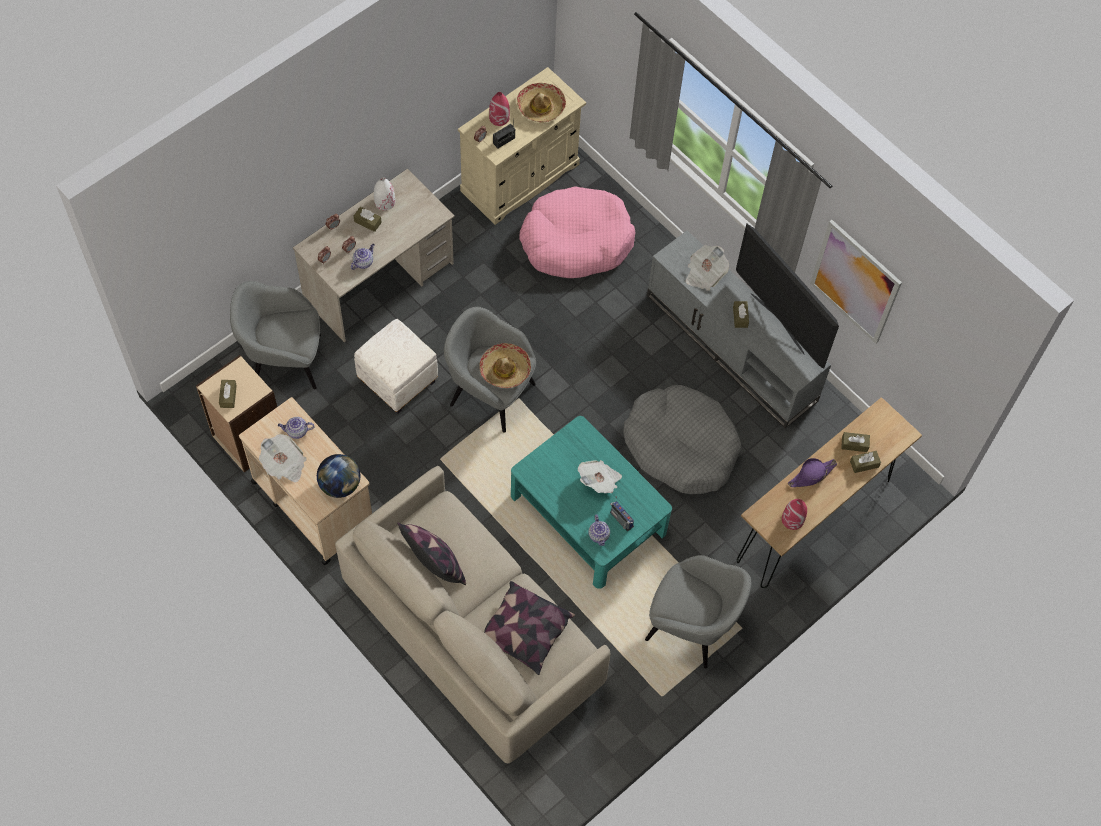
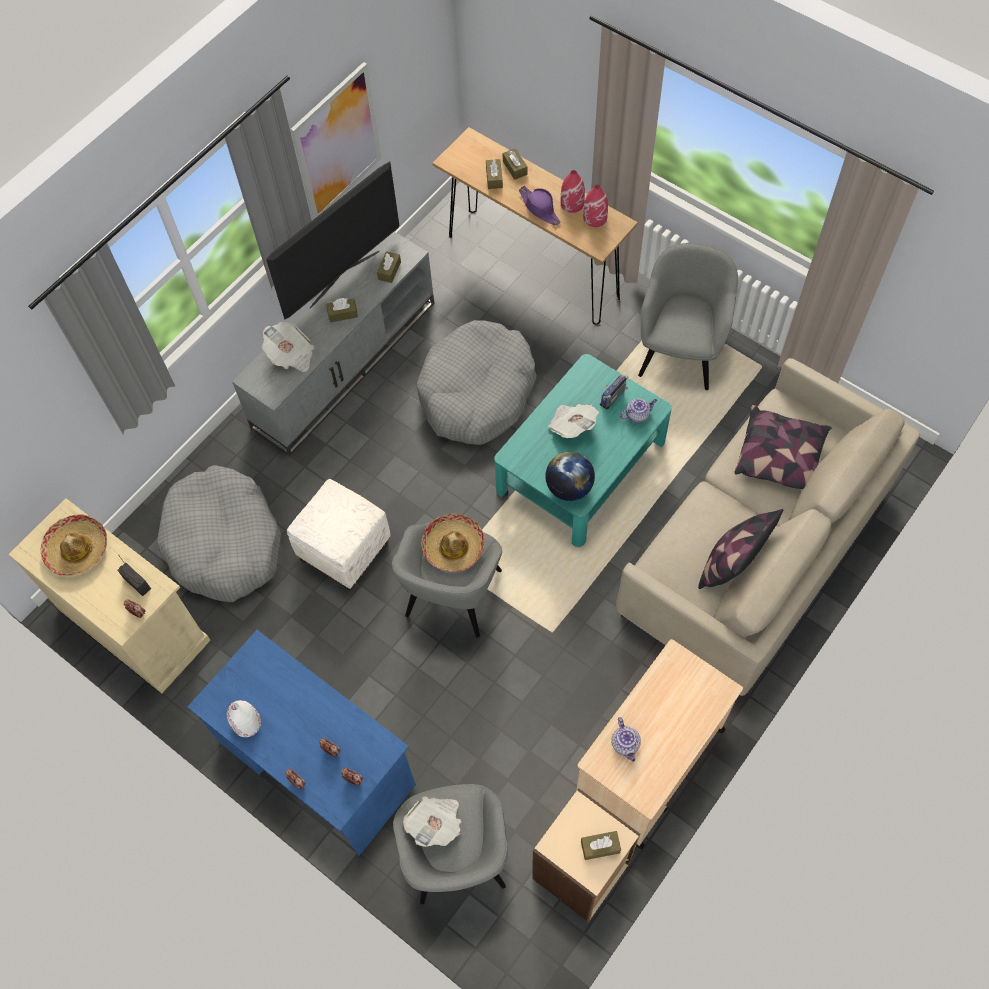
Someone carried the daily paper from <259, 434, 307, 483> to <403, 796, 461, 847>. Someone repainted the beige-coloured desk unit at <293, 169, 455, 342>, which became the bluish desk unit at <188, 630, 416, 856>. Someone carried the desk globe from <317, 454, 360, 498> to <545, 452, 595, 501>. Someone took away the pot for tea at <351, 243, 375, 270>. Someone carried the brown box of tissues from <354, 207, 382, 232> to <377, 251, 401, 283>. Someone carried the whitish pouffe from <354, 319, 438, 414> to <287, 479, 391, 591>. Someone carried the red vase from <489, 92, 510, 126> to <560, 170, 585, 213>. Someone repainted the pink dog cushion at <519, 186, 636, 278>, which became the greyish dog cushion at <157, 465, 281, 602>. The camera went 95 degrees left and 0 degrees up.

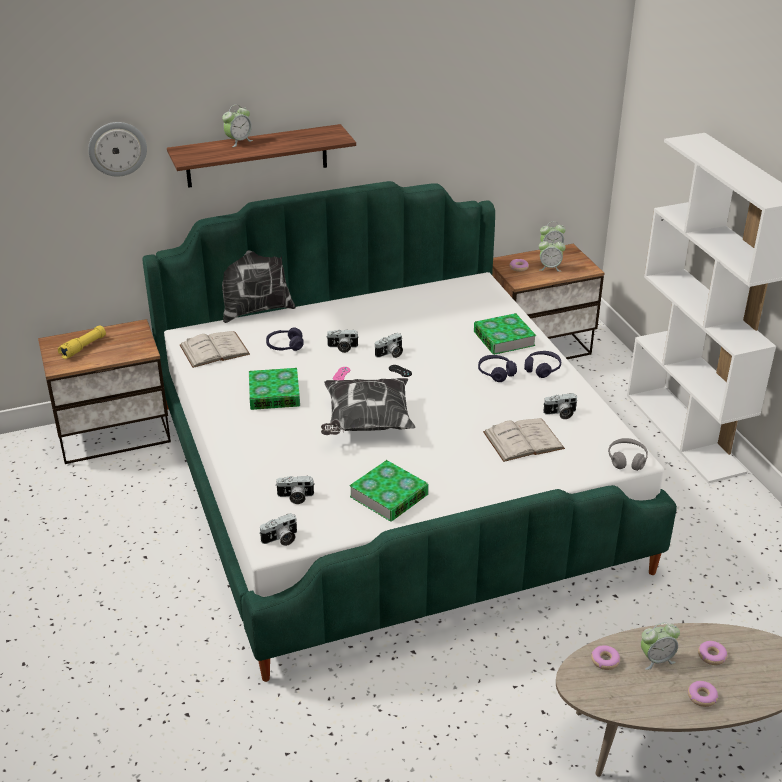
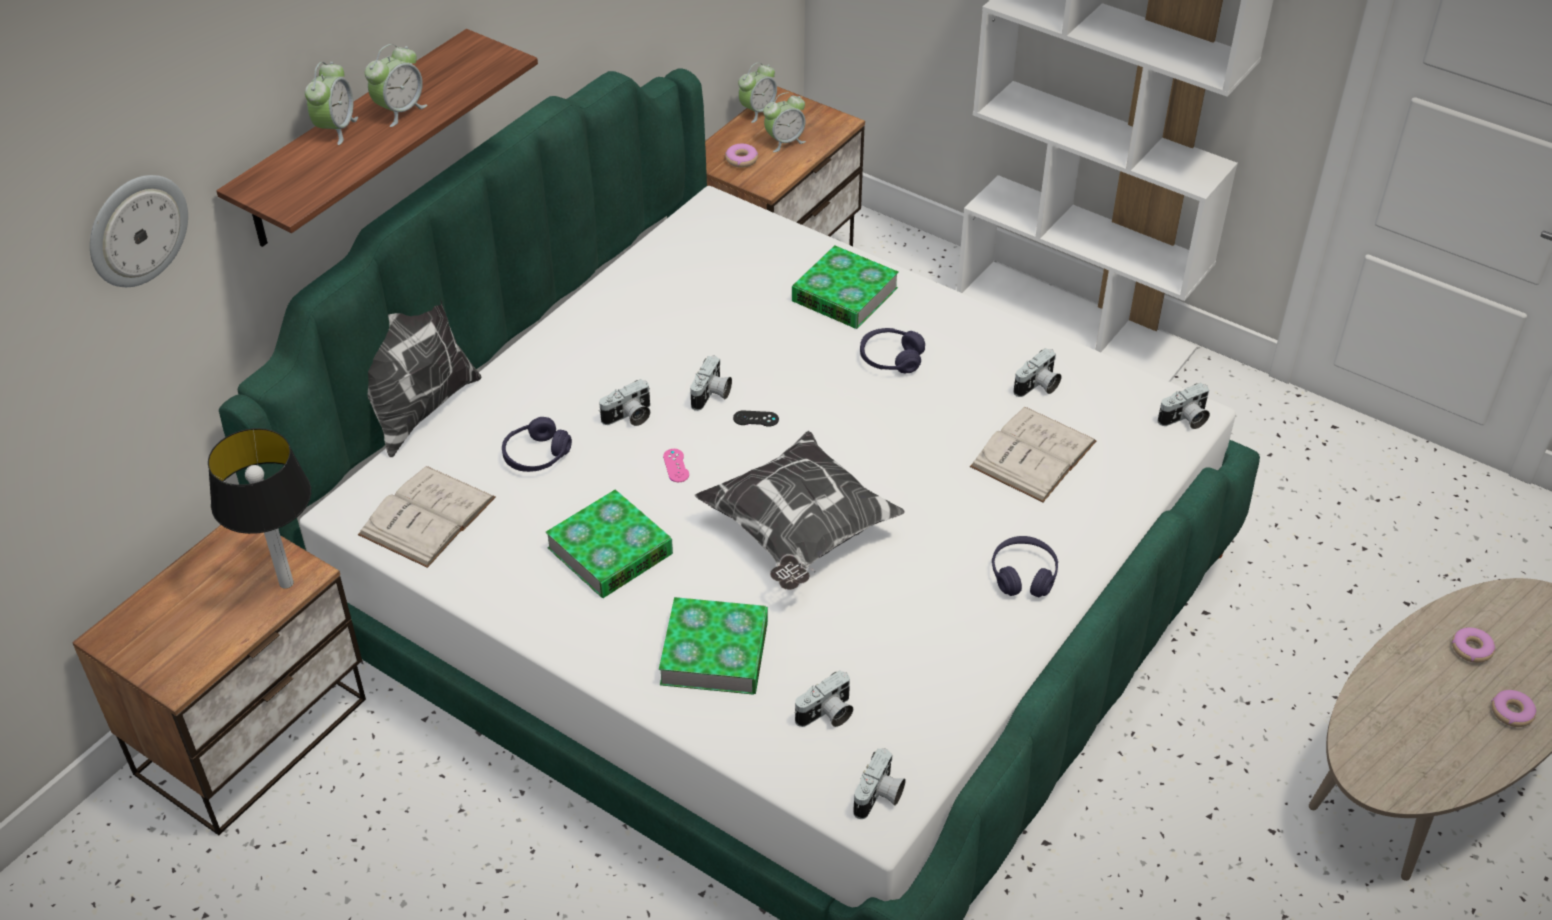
Someone took away the yellow hand torch at <58, 326, 106, 359>. Someone carried the volume from <349, 460, 429, 522> to <659, 597, 768, 695>. Someone carried the purple headphones from <524, 351, 561, 378> to <992, 536, 1058, 598>. Someone took away the donut at <591, 645, 620, 670>. Someone swapped the greyish headphones at <608, 438, 648, 471> for the still camera at <1157, 383, 1210, 429>. Someone carried the bedside clock from <641, 622, 680, 670> to <365, 44, 427, 127>. Someone put down the lamp for a table at <208, 428, 311, 589>. The camera went 35 degrees left and 10 degrees up.

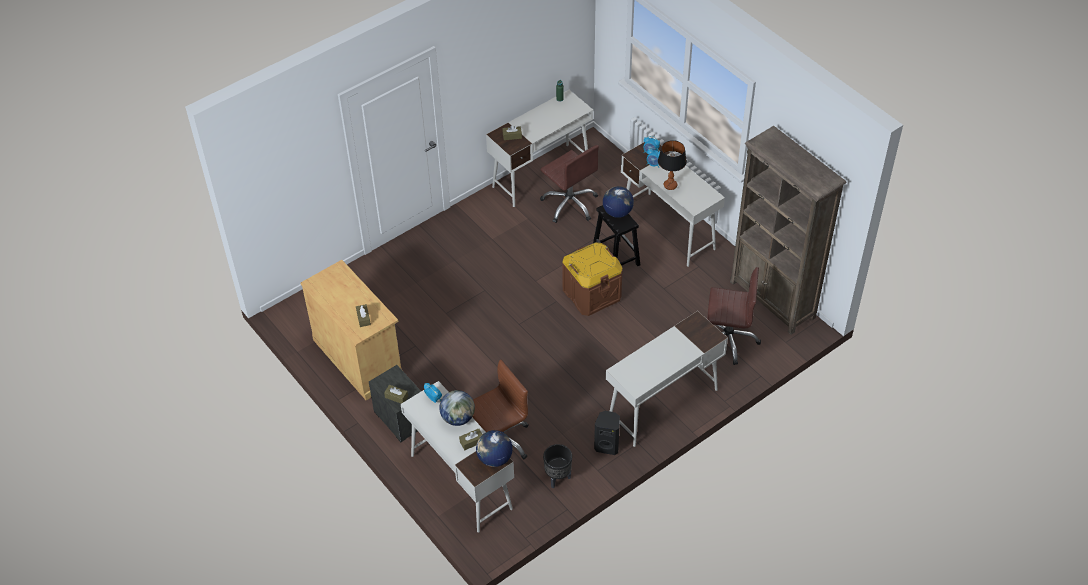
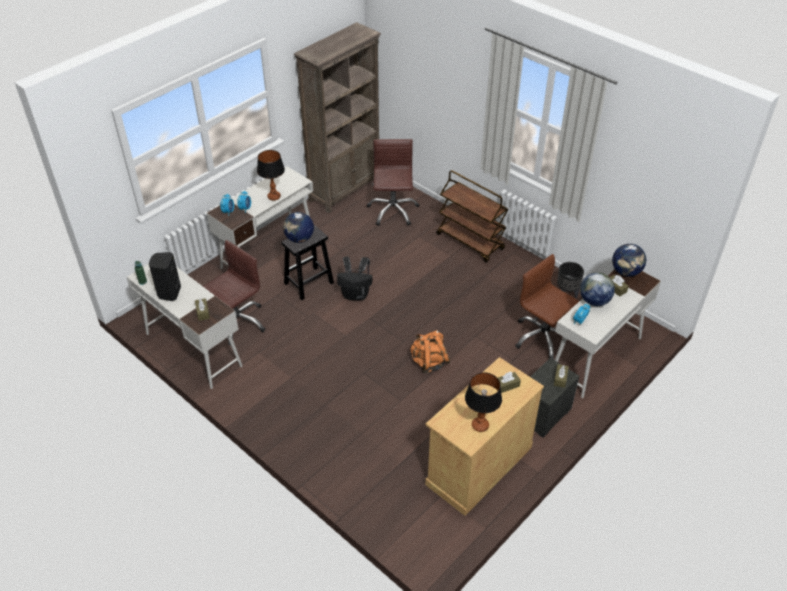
Someone swapped the brown storage bin at <562, 242, 623, 316> for the black rucksack at <337, 257, 373, 300>. Someone carried the black speaker from <594, 411, 620, 455> to <149, 252, 181, 301>. Someone swapped the whitish desk unit at <606, 311, 728, 447> for the brown trolley at <436, 170, 509, 262>. Someone put down the orange rucksack at <410, 330, 450, 373>. Someone put down the lamp for a table at <465, 372, 502, 432>. The camera went 100 degrees left and 5 degrees down.

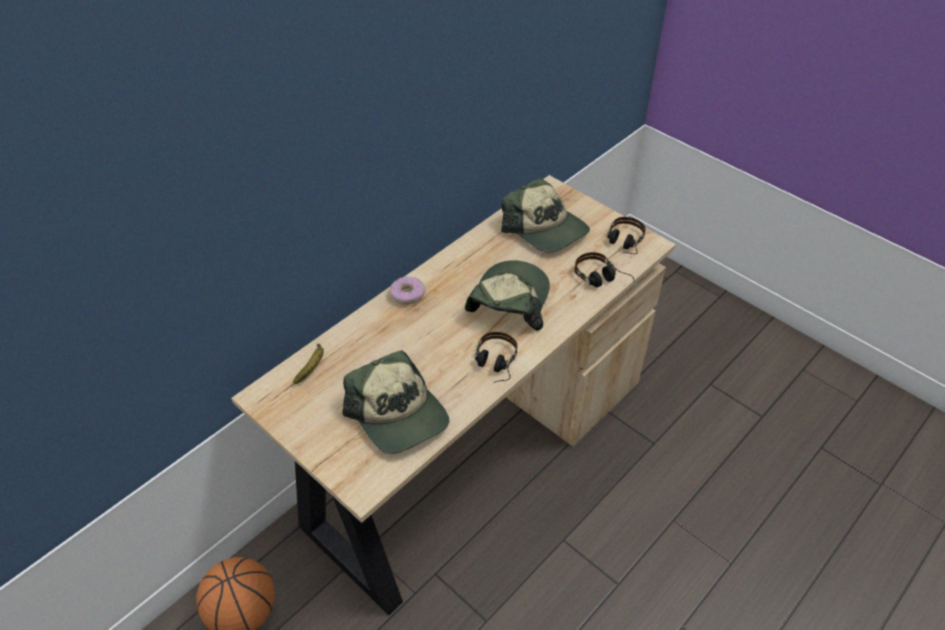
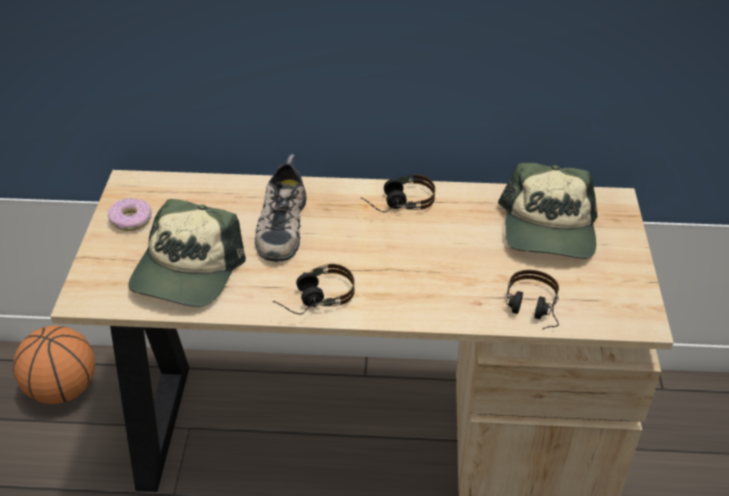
Someone took away the banana at <293, 344, 324, 384>. Someone carried the donut from <390, 277, 425, 304> to <108, 198, 152, 231>. Someone took away the cap at <465, 260, 550, 331>. Someone carried the headphones from <607, 217, 646, 254> to <361, 174, 435, 212>. Someone put down the item of footwear at <255, 154, 306, 262>. The camera went 50 degrees right and 5 degrees down.

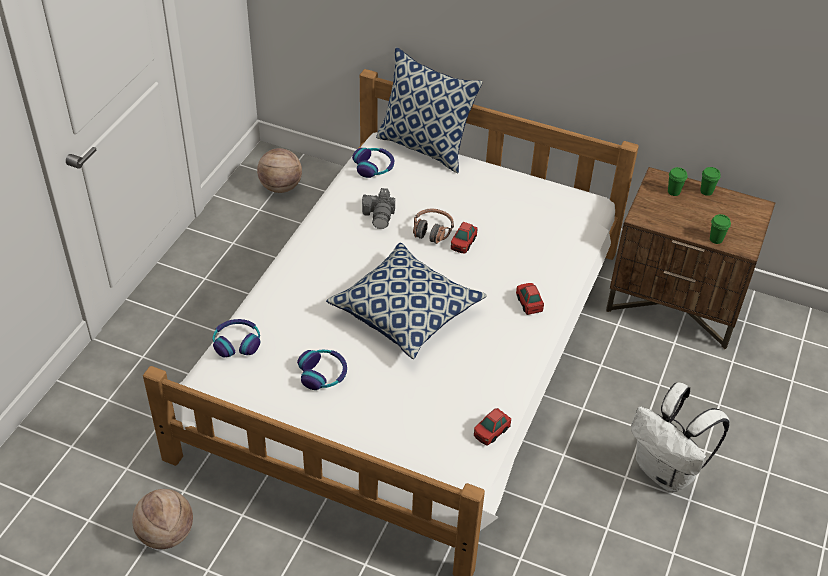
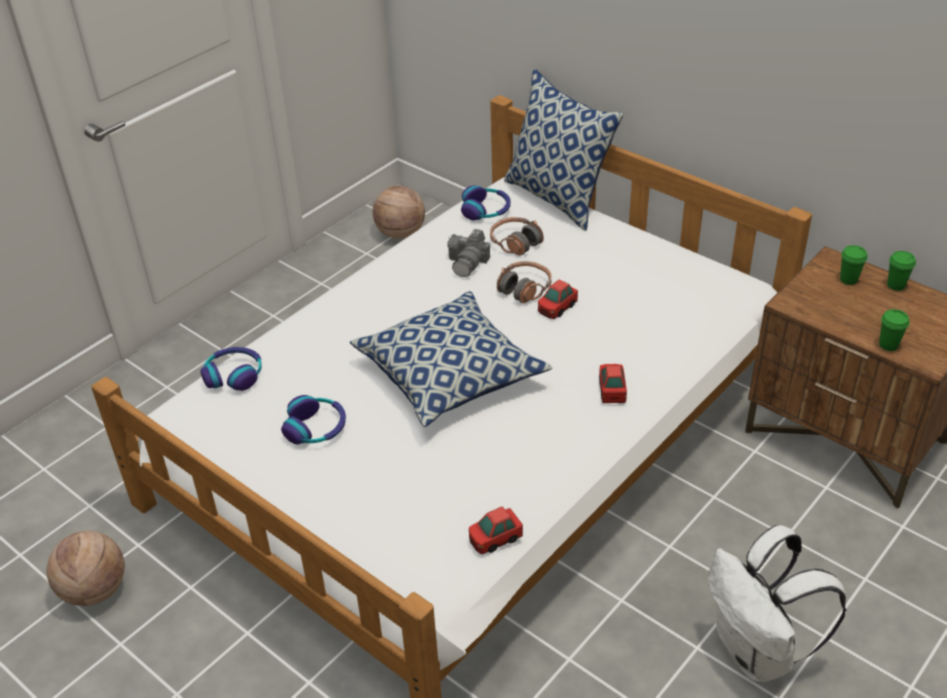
Someone put down the headphones at <490, 217, 544, 256>. The camera went 20 degrees right and 5 degrees down.

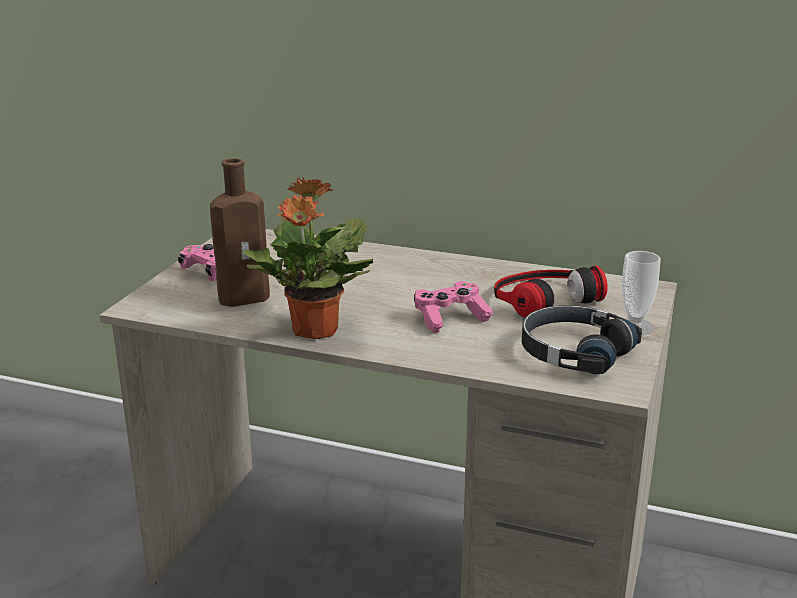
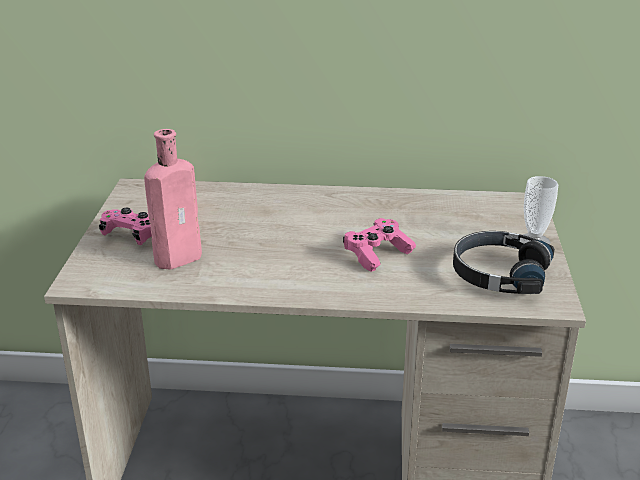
Someone repainted the brown drink bottle at <210, 158, 270, 307>, which became the pink drink bottle at <144, 129, 202, 269>. Someone took away the plant in a pot at <243, 177, 373, 339>. Someone took away the headphones at <494, 266, 608, 318>. The camera went 15 degrees left and 5 degrees up.

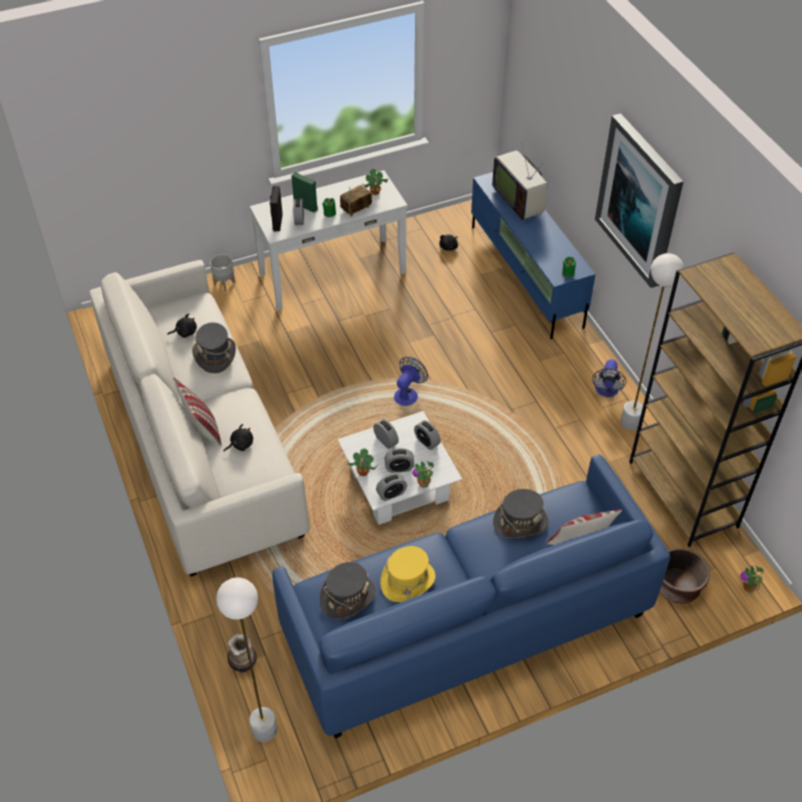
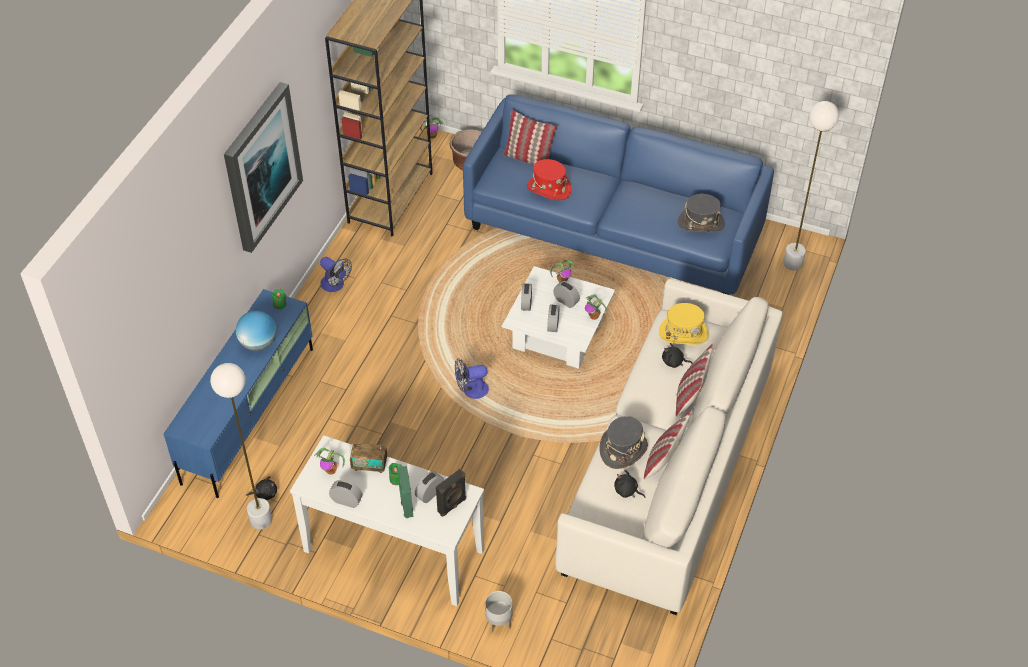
Someone took away the vase at <227, 634, 257, 673>. Someone carried the bedside clock from <376, 473, 407, 501> to <329, 480, 362, 508>. Someone carried the yellow wearable hat from <380, 546, 435, 602> to <659, 303, 709, 345>. Someone took away the television at <492, 144, 547, 220>. Someone repainted the greyish wearable hat at <493, 489, 548, 538>, which became the red wearable hat at <527, 159, 571, 200>. Someone rotated the fan at <592, 359, 626, 397> by 75 degrees clockwise. Someone carried the whitish standard lamp from <621, 253, 684, 430> to <210, 363, 272, 530>. Someone put down the desk globe at <236, 311, 276, 351>. Someone put down the pillow at <644, 411, 692, 479>. The camera went 135 degrees left and 0 degrees up.

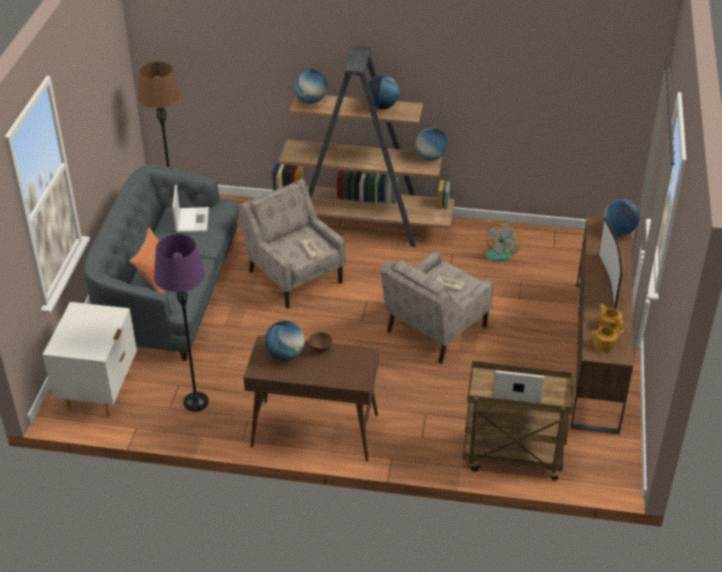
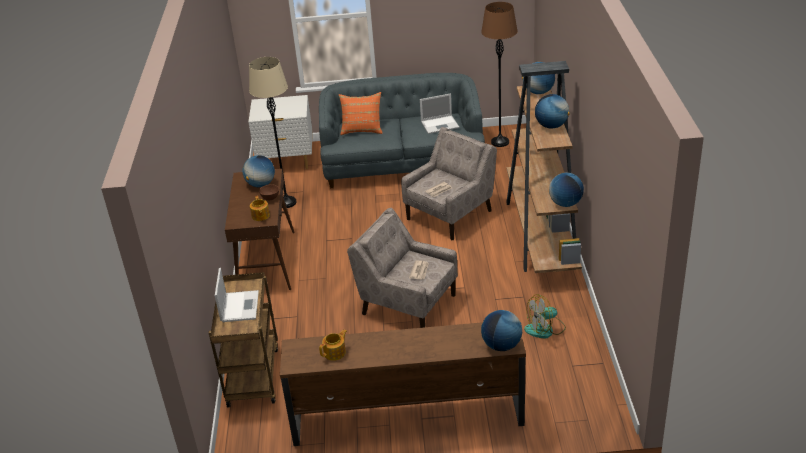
Someone repainted the purple standard lamp at <154, 234, 209, 412>, which became the beige-coloured standard lamp at <249, 57, 296, 208>. Someone rotated the fan at <485, 221, 520, 261> by 45 degrees counterclockwise. Someone carried the pot for tea from <590, 326, 625, 353> to <250, 196, 270, 221>. Someone took away the television at <598, 218, 622, 309>. The camera went 80 degrees right and 5 degrees down.

